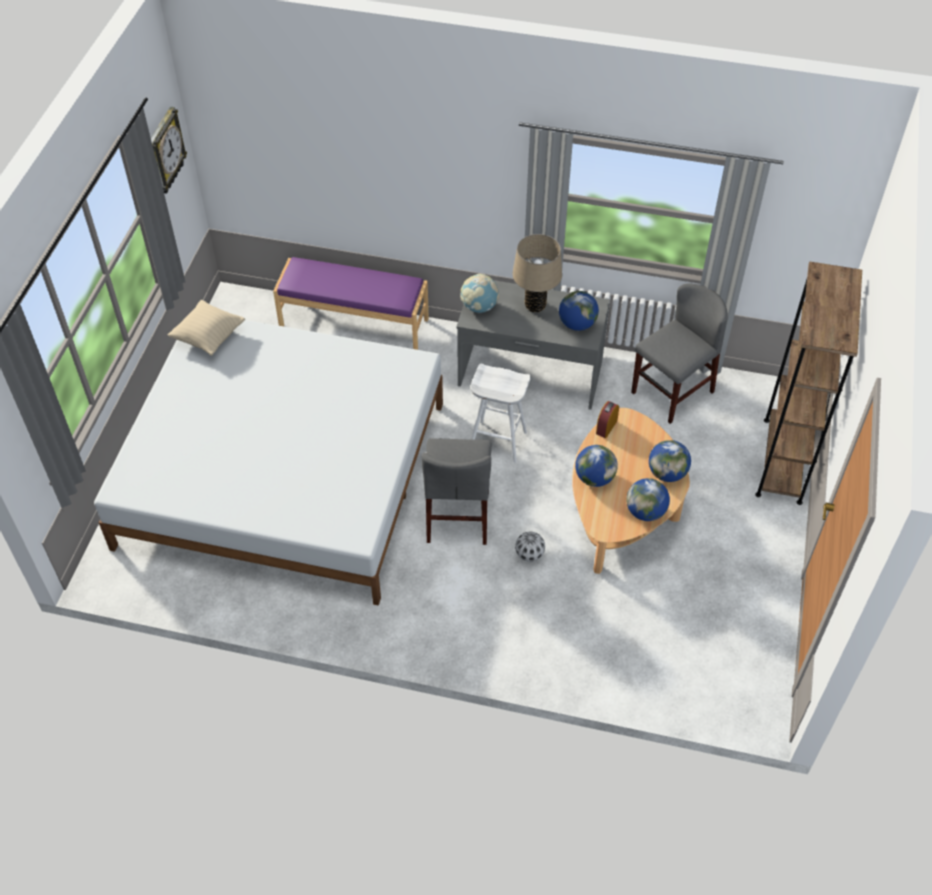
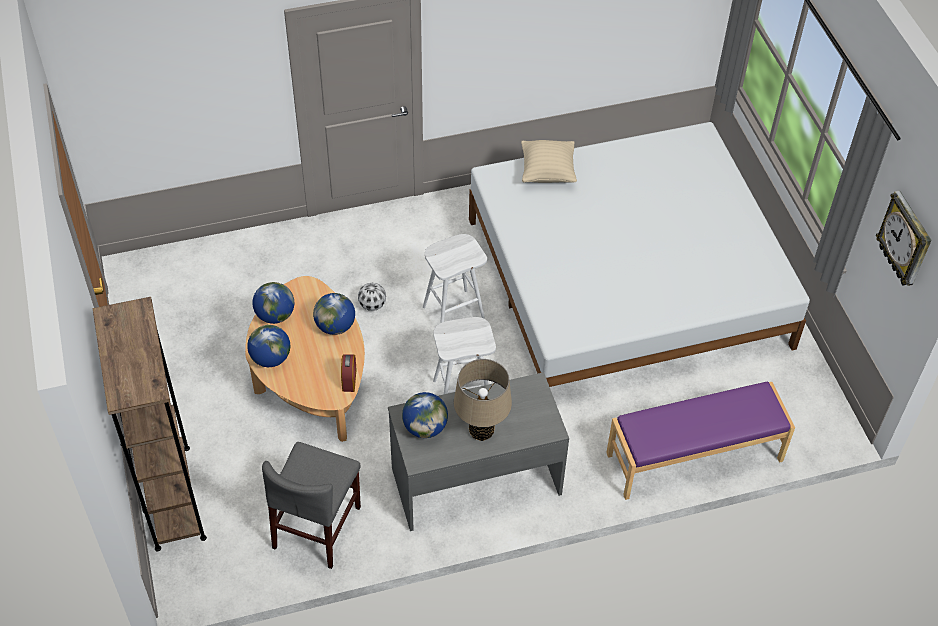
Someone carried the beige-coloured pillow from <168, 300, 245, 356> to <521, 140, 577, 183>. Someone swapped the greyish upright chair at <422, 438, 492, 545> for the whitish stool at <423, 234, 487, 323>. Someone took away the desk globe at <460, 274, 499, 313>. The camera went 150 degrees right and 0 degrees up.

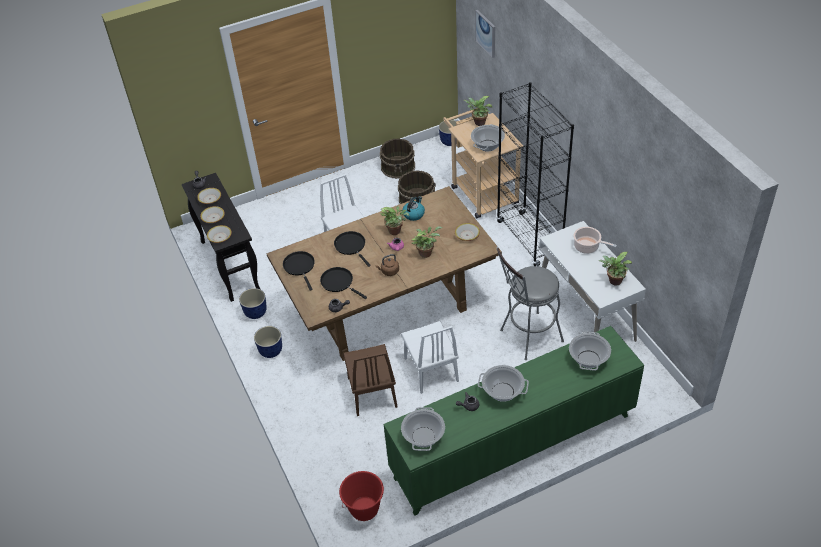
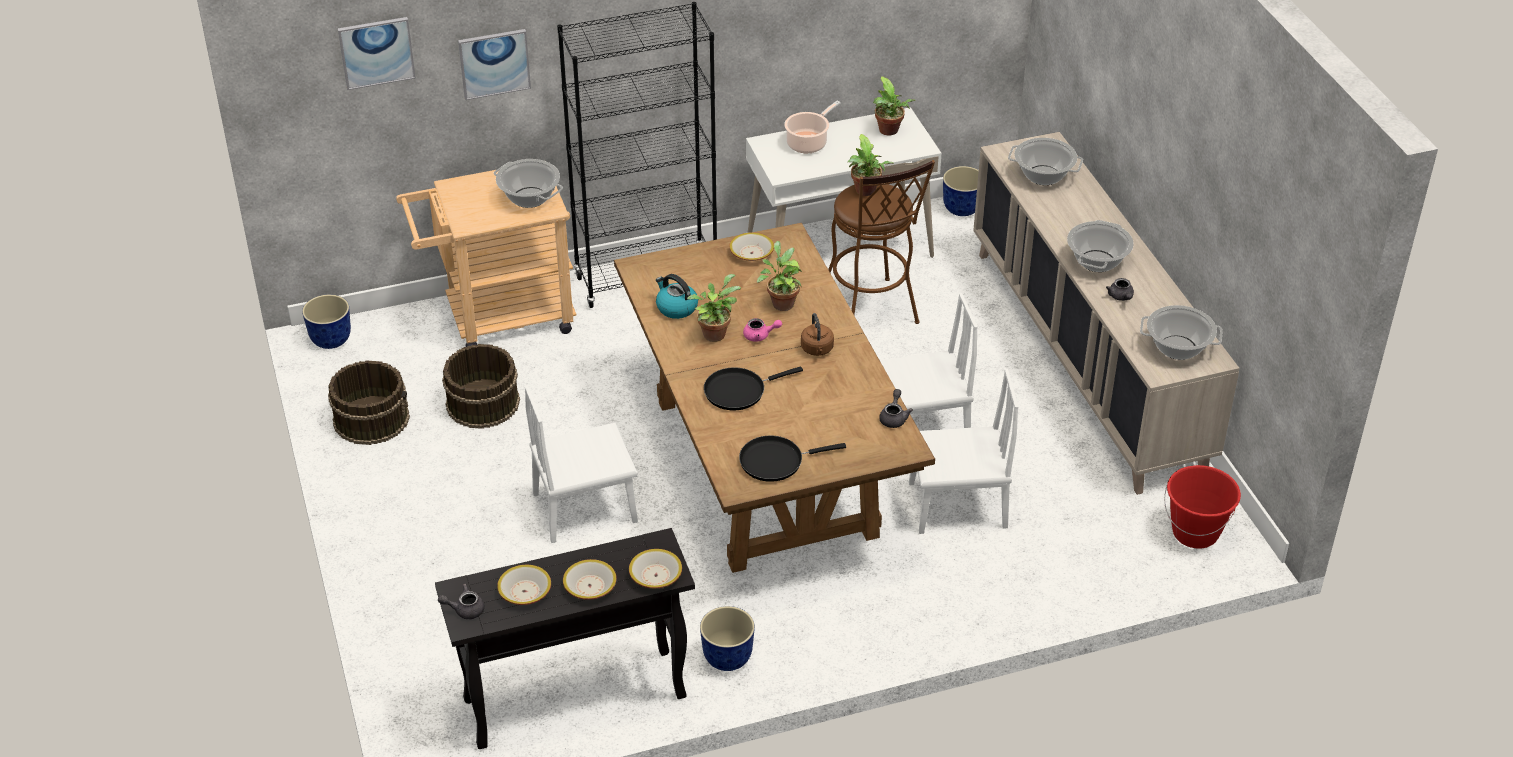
Someone carried the plant pot from <254, 326, 282, 358> to <943, 166, 979, 216>. Someone took away the black pan at <320, 267, 367, 299>. Someone repainted the brown upright chair at <343, 344, 397, 416>, which became the whitish upright chair at <909, 369, 1018, 534>. Someone repainted the green-coloured cupboard at <384, 326, 644, 516>, which became the beige-coloured cupboard at <973, 132, 1239, 495>. Someone carried the plant in a pot from <463, 96, 492, 126> to <848, 134, 894, 196>. Someone repainted the greyish stool at <496, 247, 564, 360>, which became the brown stool at <828, 160, 935, 324>. Someone put up the wall art at <458, 29, 531, 100>. The camera went 85 degrees left and 5 degrees down.

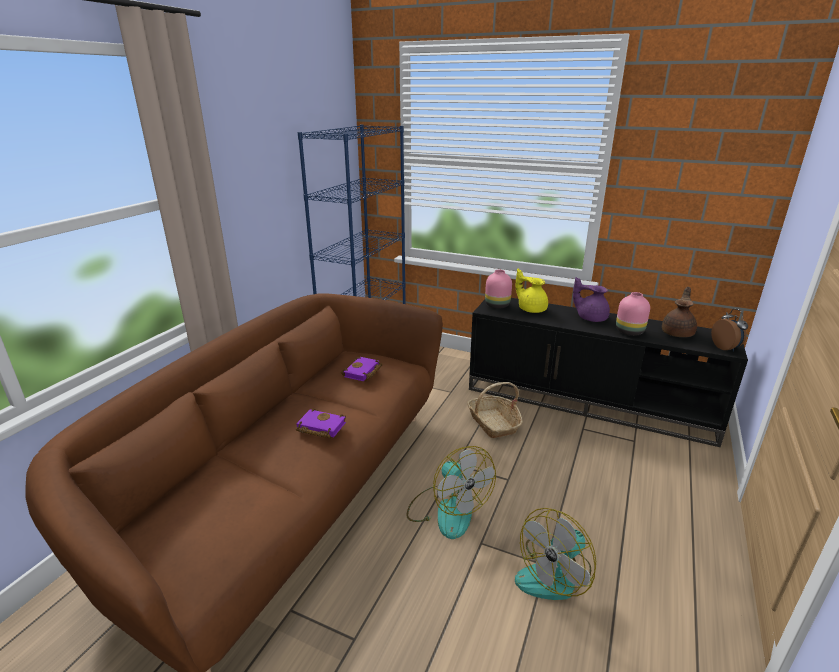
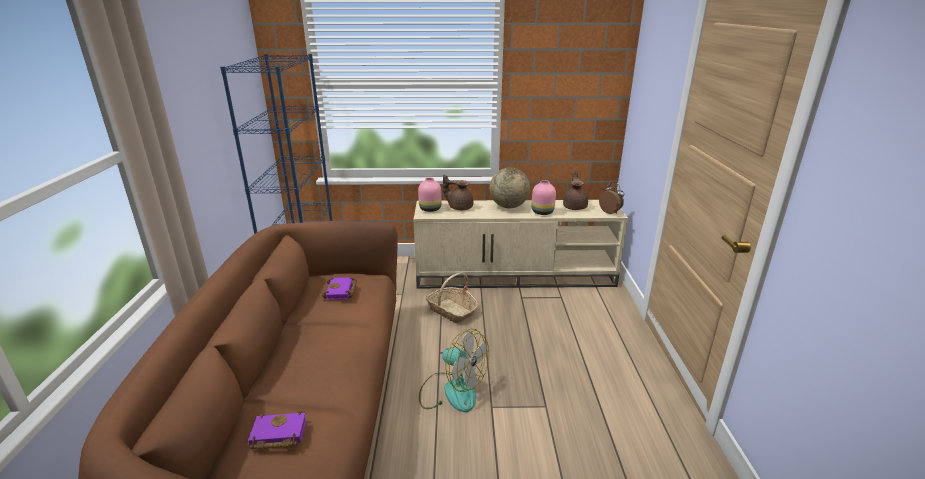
Someone carried the purple volume from <296, 409, 346, 439> to <248, 411, 307, 449>. Someone repainted the black tv stand at <469, 298, 748, 447>, which became the beige-coloured tv stand at <414, 200, 628, 288>. Someone took away the fan at <515, 508, 596, 600>. Someone repainted the yellow pot for tea at <516, 269, 548, 313>, which became the brown pot for tea at <443, 174, 473, 210>. Someone swapped the purple pot for tea at <573, 277, 610, 322> for the desk globe at <489, 167, 530, 208>. The camera went 25 degrees left and 0 degrees up.

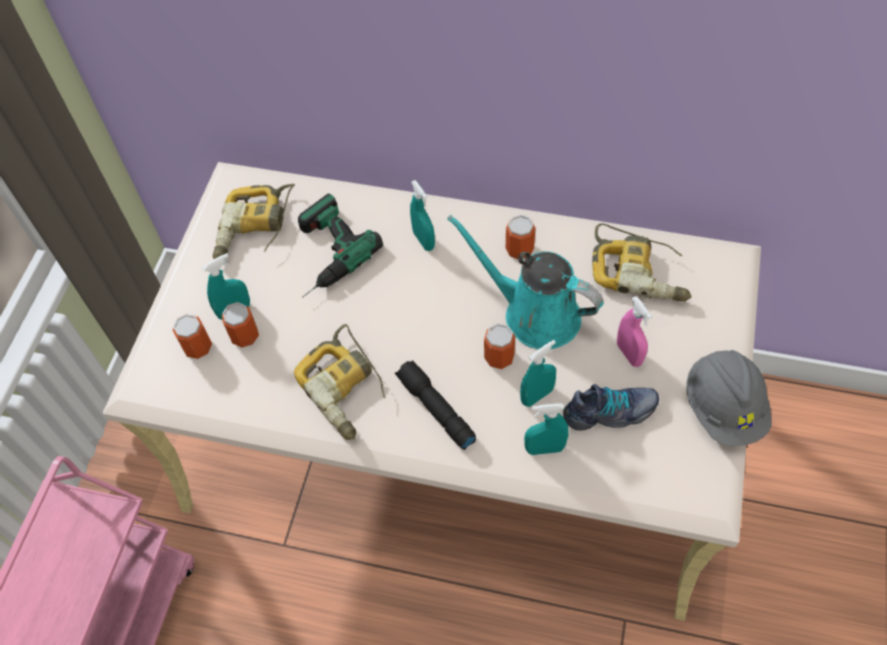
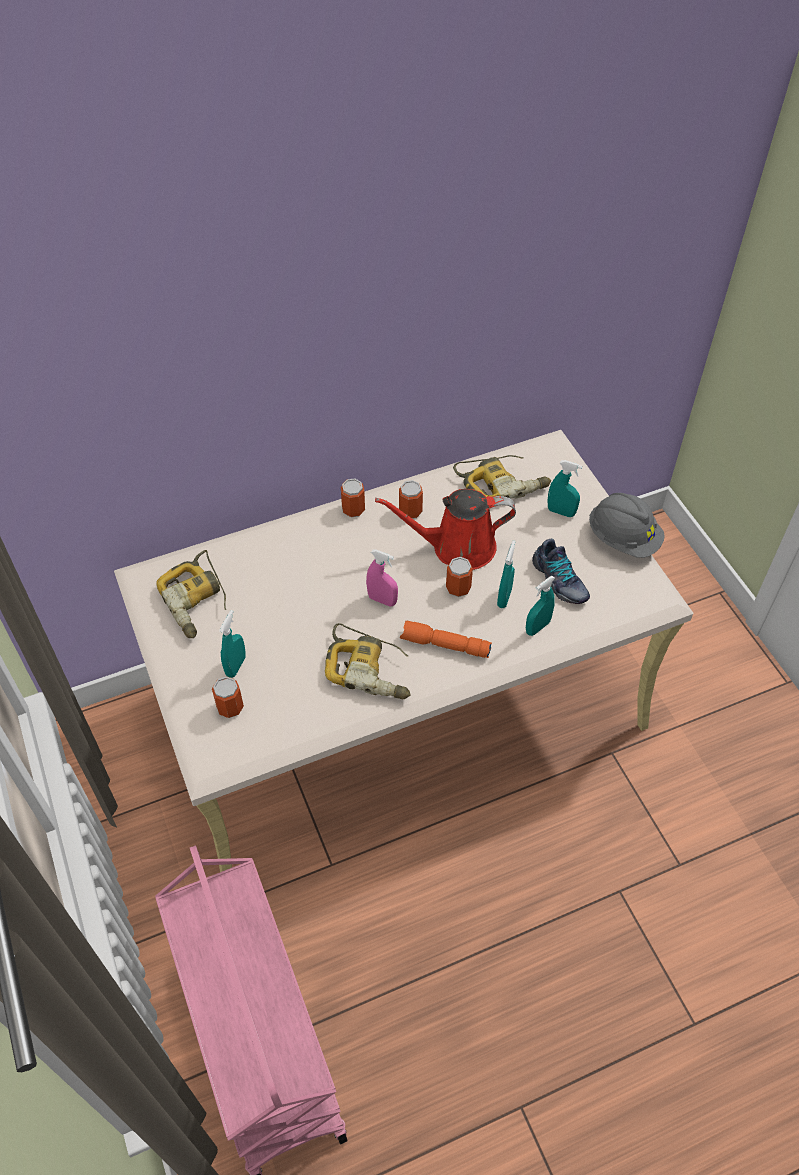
Someone carried the sealed can from <221, 302, 259, 347> to <341, 478, 365, 517>. Someone took away the power drill at <298, 194, 383, 298>. Someone repainted the black hand torch at <395, 360, 476, 450>, which became the orange hand torch at <400, 621, 492, 658>. Someone carried the turquoise sprayer from <410, 180, 435, 251> to <548, 460, 582, 517>. Someone repainted the turquoise watering pot at <447, 215, 603, 349>, which became the red watering pot at <375, 489, 516, 570>. Someone rotated the item of footwear at <563, 384, 659, 431> by 105 degrees clockwise. Someone carried the pink sprayer from <617, 296, 652, 367> to <366, 550, 398, 607>. The camera went 40 degrees left and 5 degrees down.

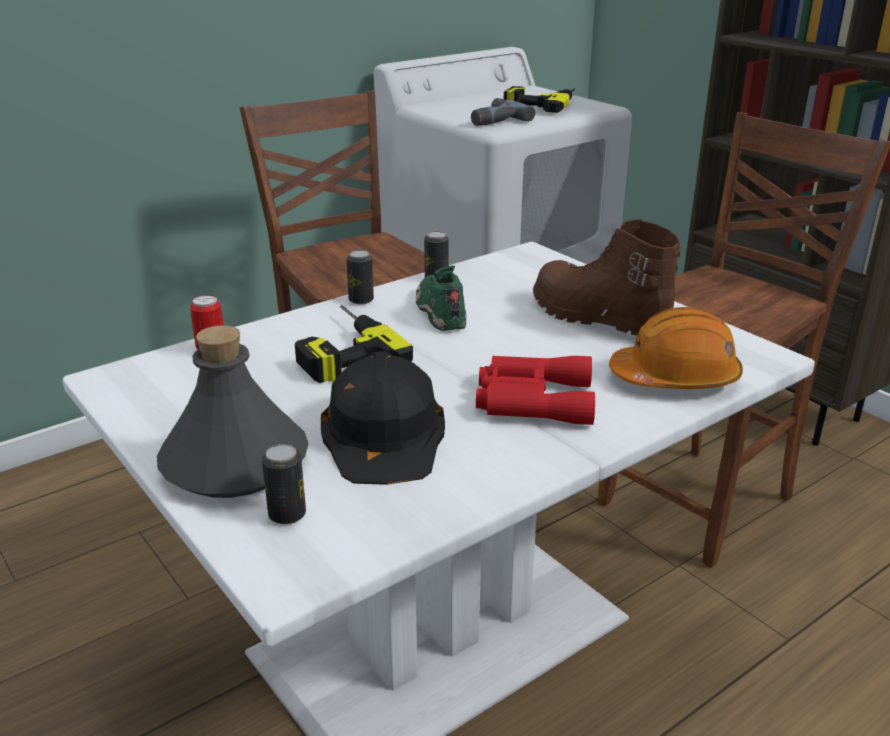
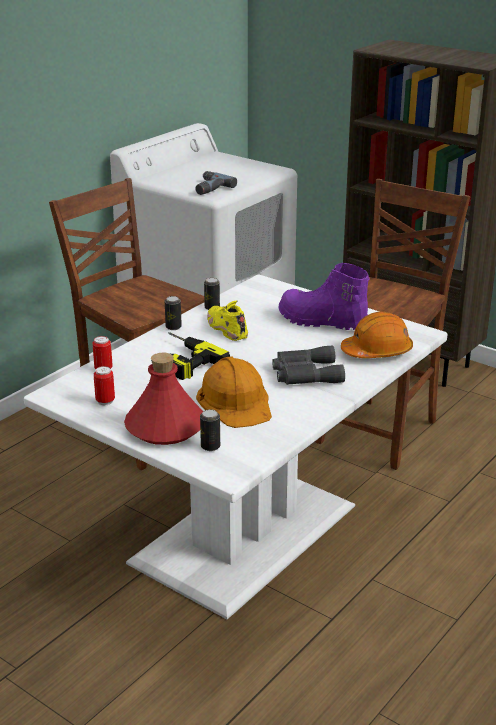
Someone repainted the greyish drink bottle at <157, 325, 308, 498>, which became the red drink bottle at <124, 353, 203, 445>. Someone repainted the black safety helmet at <321, 351, 445, 485>, which became the orange safety helmet at <196, 356, 272, 428>. Someone repainted the green-coloured item of footwear at <416, 266, 467, 331>, which became the yellow item of footwear at <207, 301, 248, 341>. Someone repainted the red pair of binoculars at <476, 356, 595, 425>, which became the greyish pair of binoculars at <272, 345, 345, 385>. Someone took away the power drill at <504, 86, 575, 113>. Someone repainted the brown boot at <533, 220, 681, 335>, which became the purple boot at <278, 263, 369, 330>. Someone put down the sealed can at <94, 366, 115, 405>. The camera went 15 degrees left and 0 degrees up.

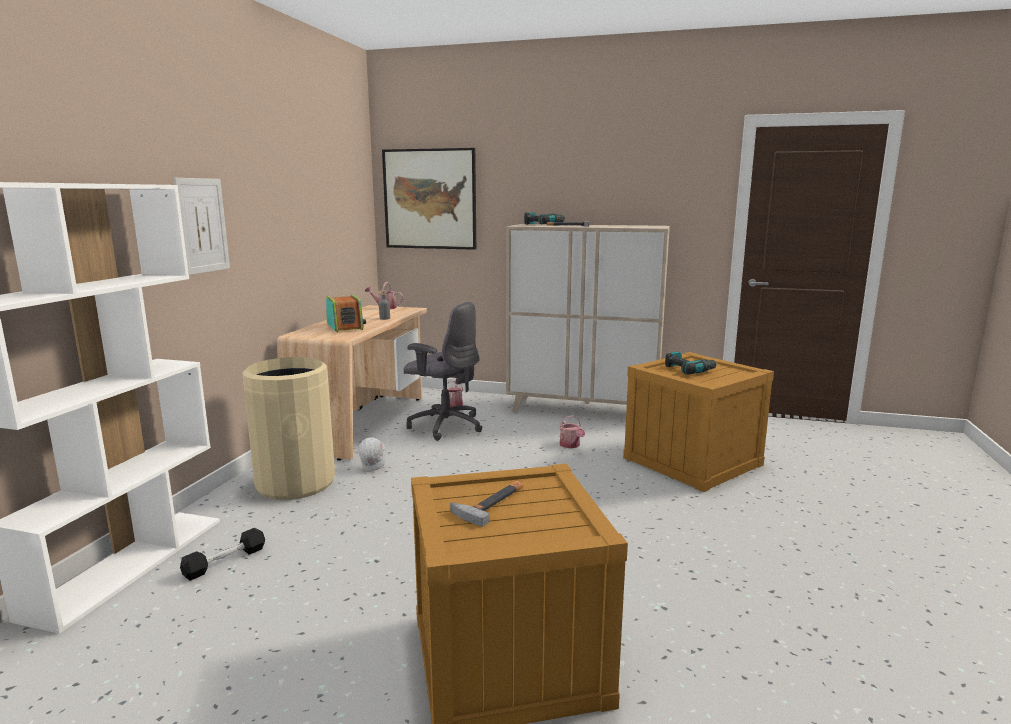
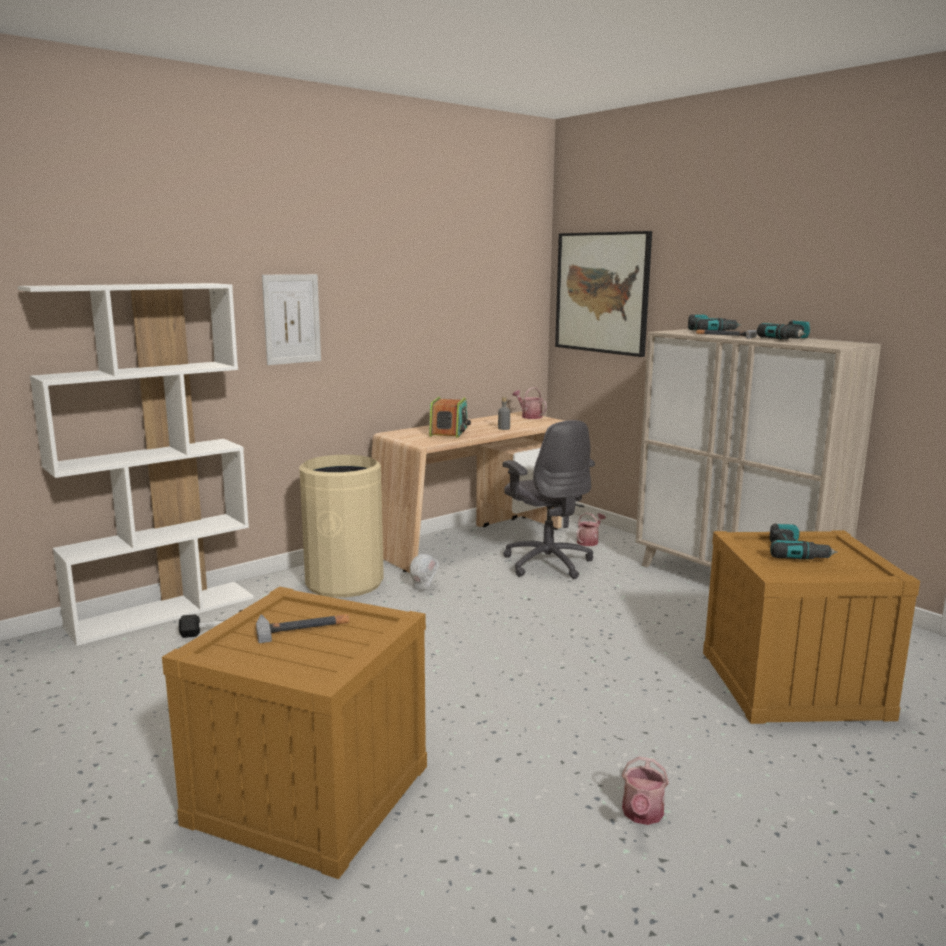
Someone carried the watering pot from <559, 416, 585, 448> to <622, 756, 669, 825>. Someone put down the power drill at <757, 320, 810, 340>. The camera went 35 degrees right and 0 degrees up.

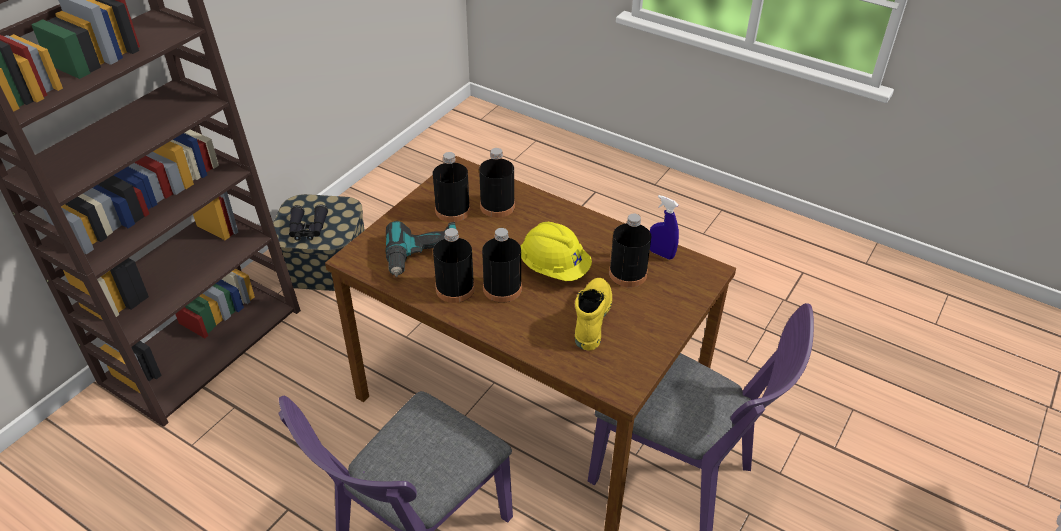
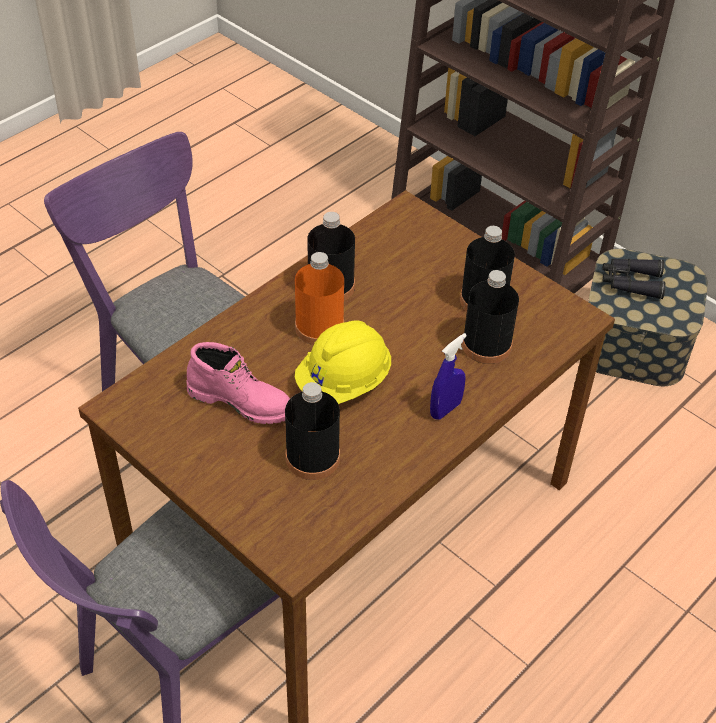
Someone took away the power drill at <385, 221, 456, 277>. Someone repainted the black drink bottle at <482, 228, 522, 303>, which became the orange drink bottle at <295, 252, 344, 345>. Someone repainted the yellow boot at <575, 278, 612, 351>, which became the pink boot at <187, 342, 290, 424>. Someone carried the bluish sprayer from <650, 195, 679, 260> to <430, 333, 467, 420>. The camera went 100 degrees right and 5 degrees up.

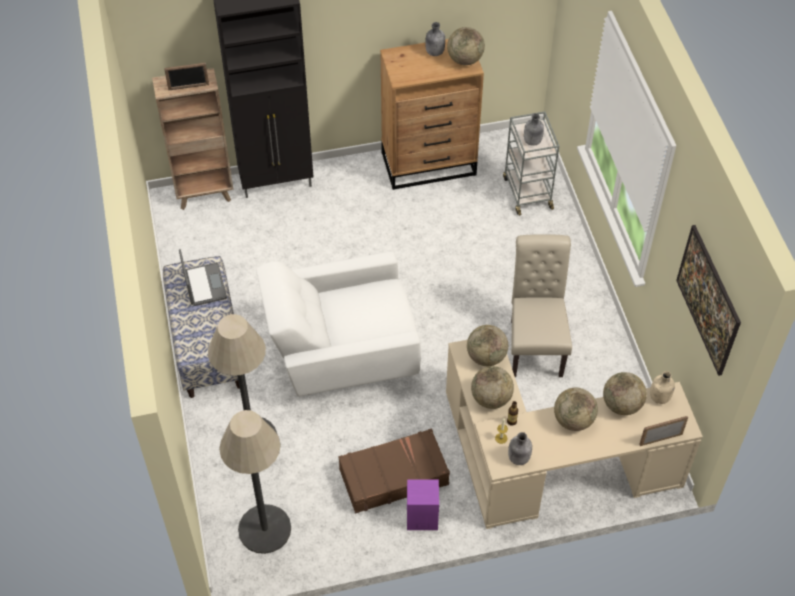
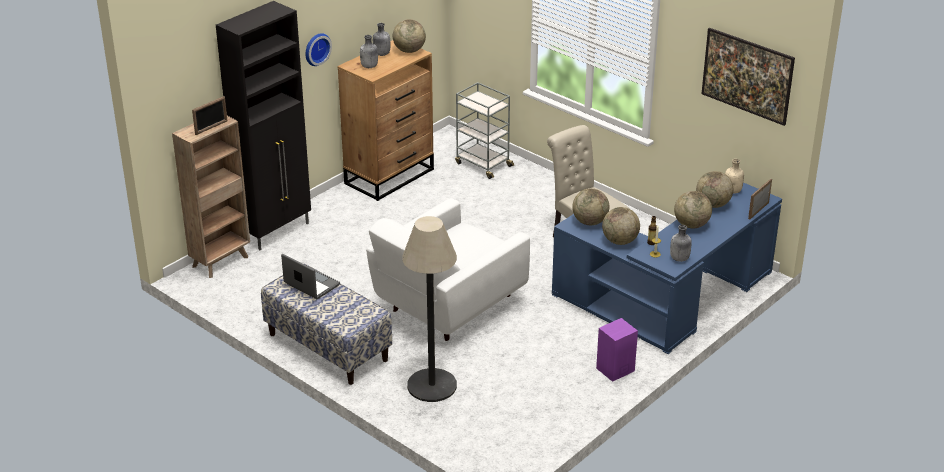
Someone took away the standard lamp at <219, 410, 291, 554>. Someone took away the brown travel case at <339, 429, 450, 513>. Someone repainted the beige-coloured desk unit at <446, 340, 703, 529>, which became the bluish desk unit at <552, 183, 782, 354>. Someone carried the greyish drink bottle from <524, 113, 544, 146> to <360, 35, 378, 68>. Someone put up the hanging clock at <306, 33, 332, 66>. The camera went 35 degrees left and 20 degrees down.

